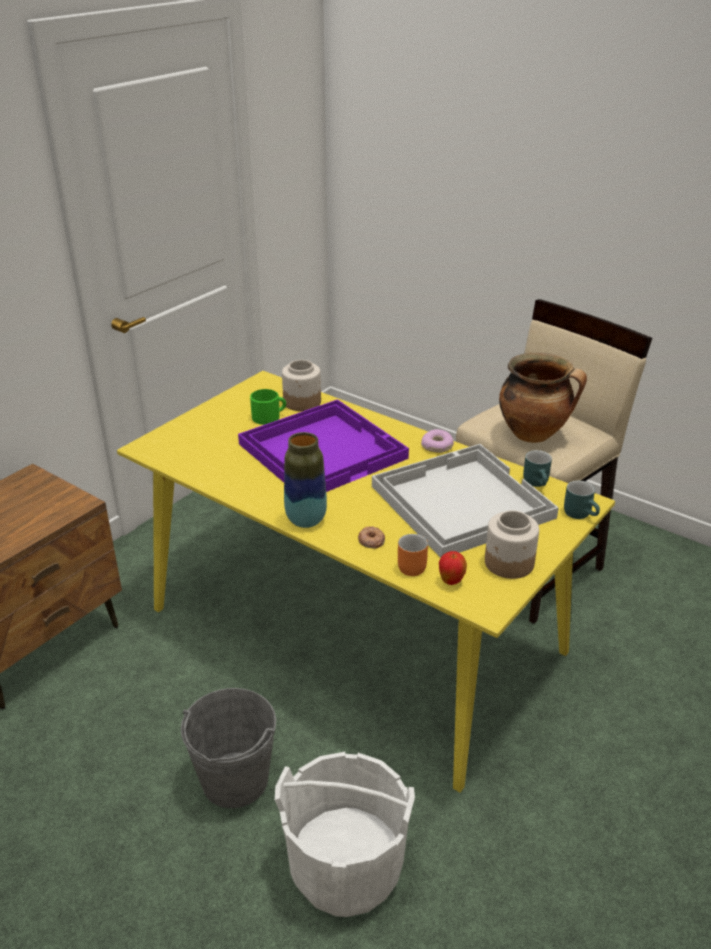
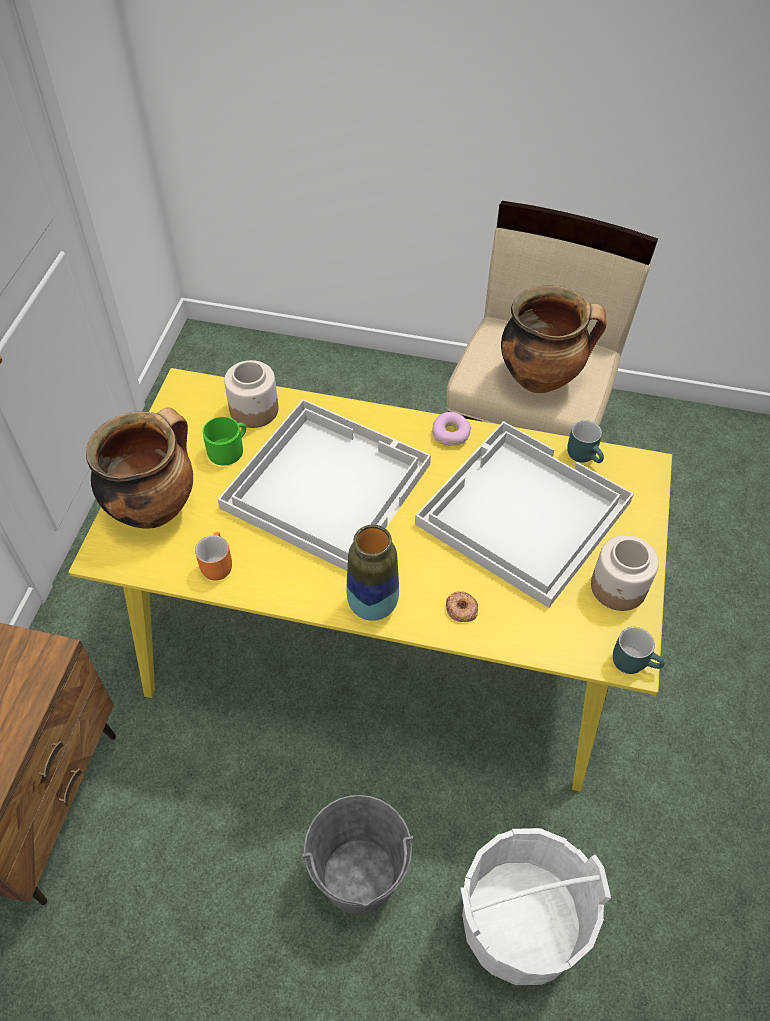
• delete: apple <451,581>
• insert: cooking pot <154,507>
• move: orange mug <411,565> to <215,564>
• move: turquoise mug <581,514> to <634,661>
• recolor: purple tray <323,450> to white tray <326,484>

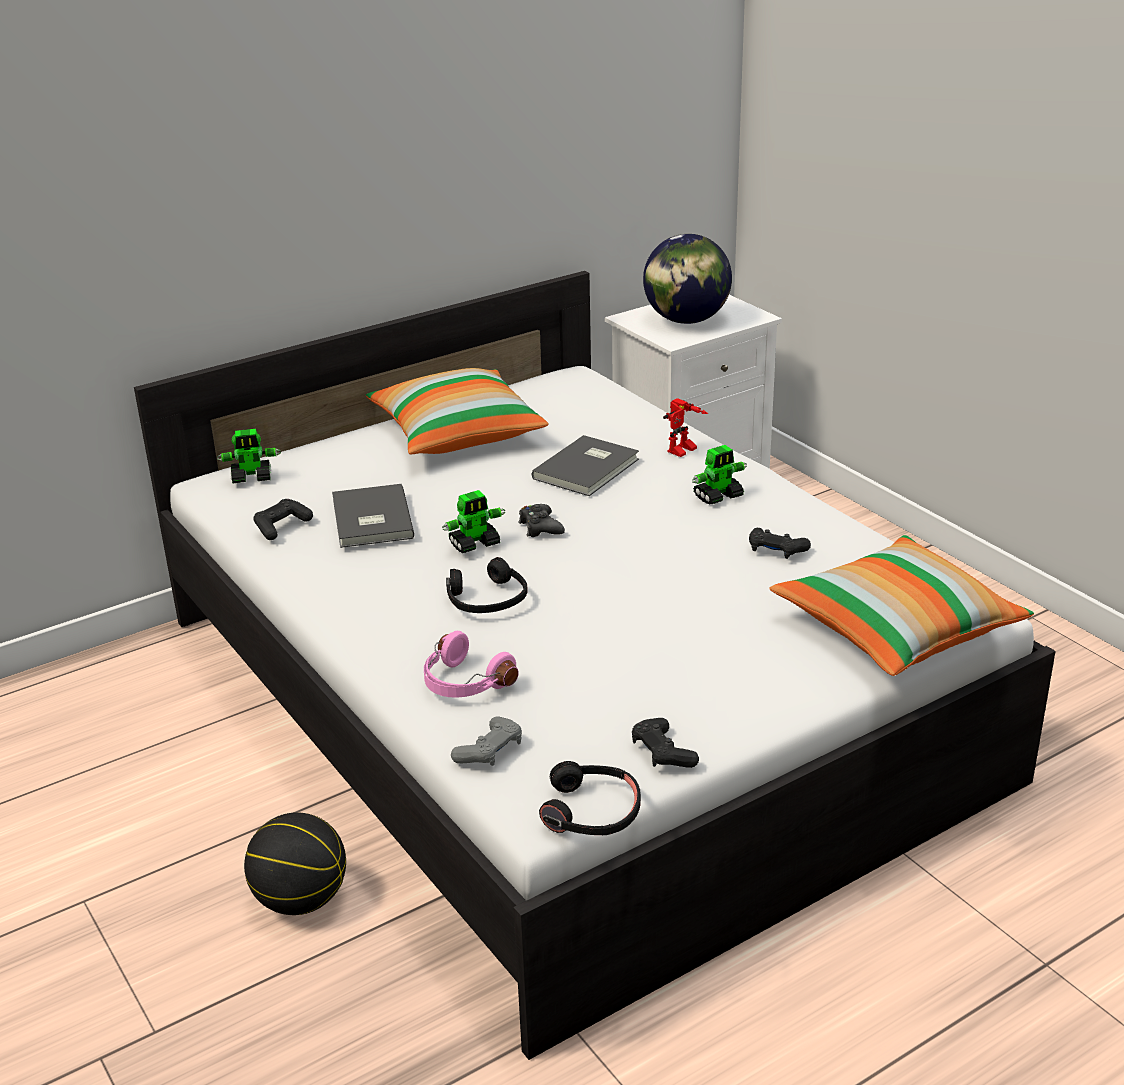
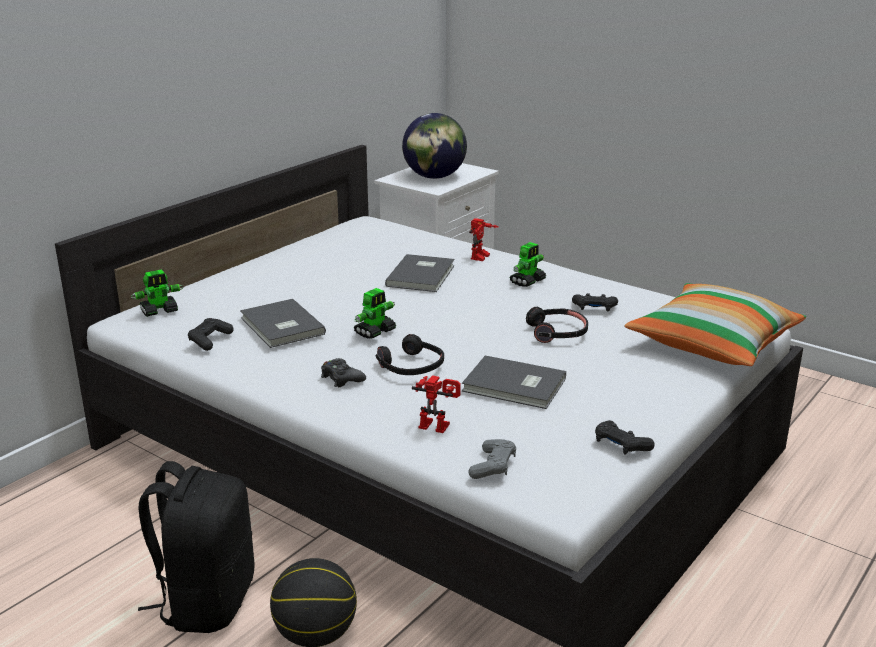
• delete: pillow <456,434>
• insert: black backpack <206,601>
• insert: grey book <515,386>
• move: black game controller <540,527> to <341,378>
• move: black headphones <592,812> to <557,332>
• replace: pink headphones <464,684> to toy robot <437,424>

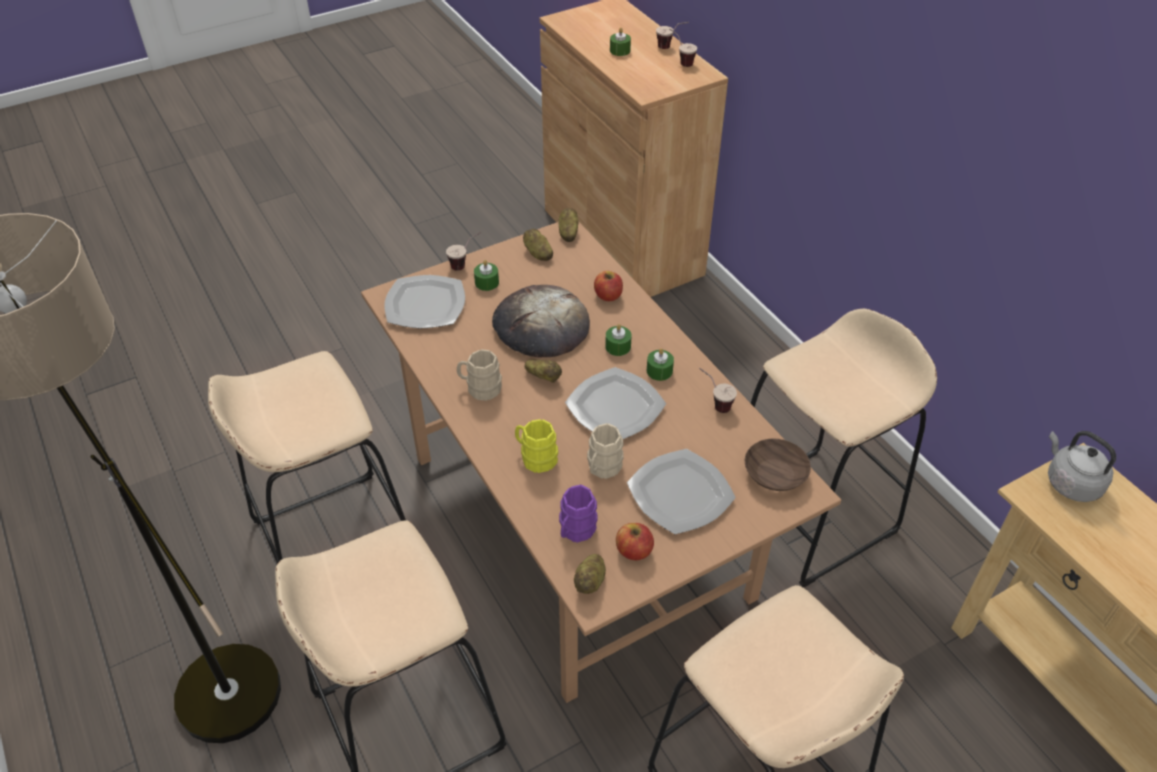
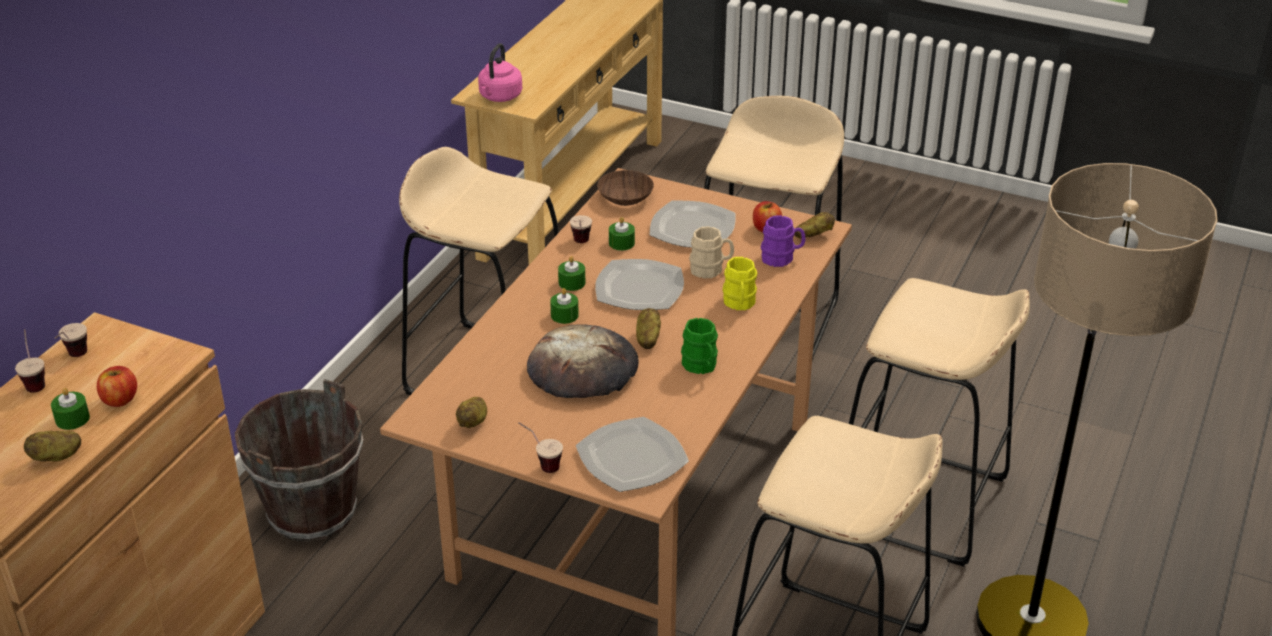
• insert: brown bucket <312,512>
• move: green candle <487,282> to <621,243>
• move: potato <568,233> to <56,457>
• move: apple <608,296> to <120,399>
• recolor: beige mug <480,388> to green mug <701,366>
• recolor: grey kettle <1070,482> to pink kettle <499,97>

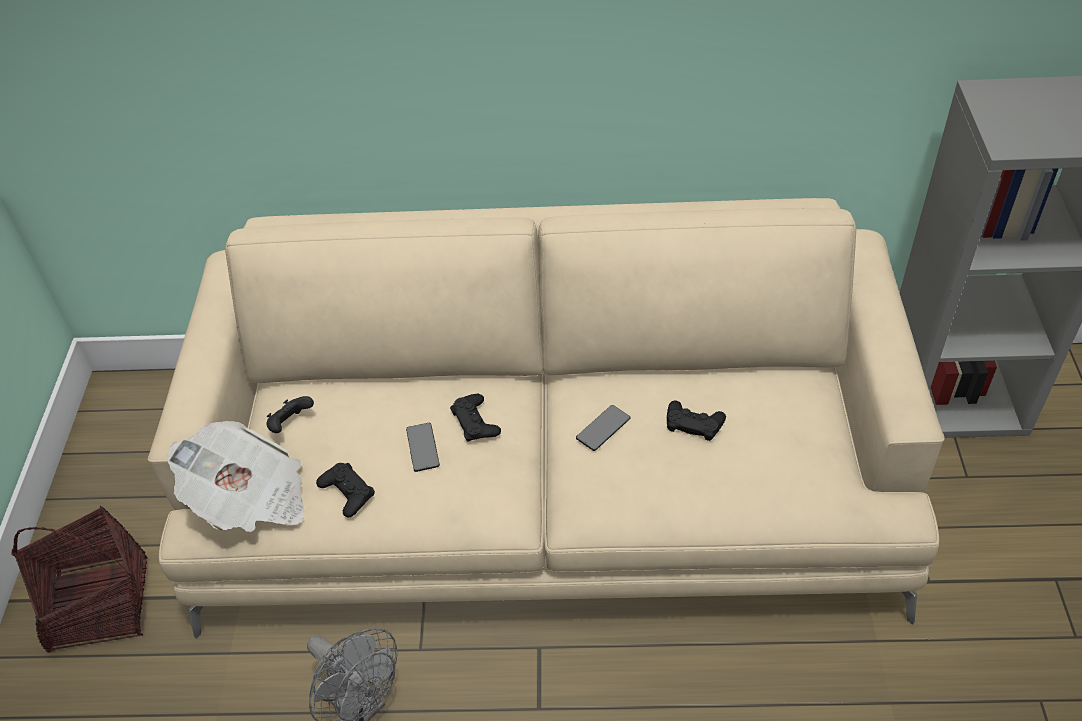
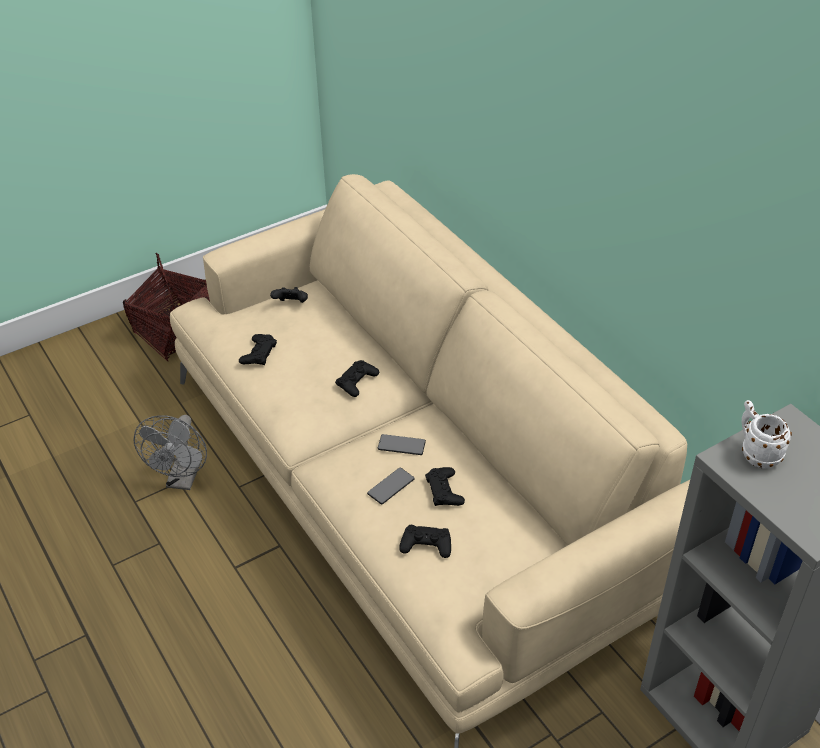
• delete: newspaper <250,499>
• insert: black game controller <426,545>
• insert: white mug <756,452>
• move: phone <422,447> to <391,486>

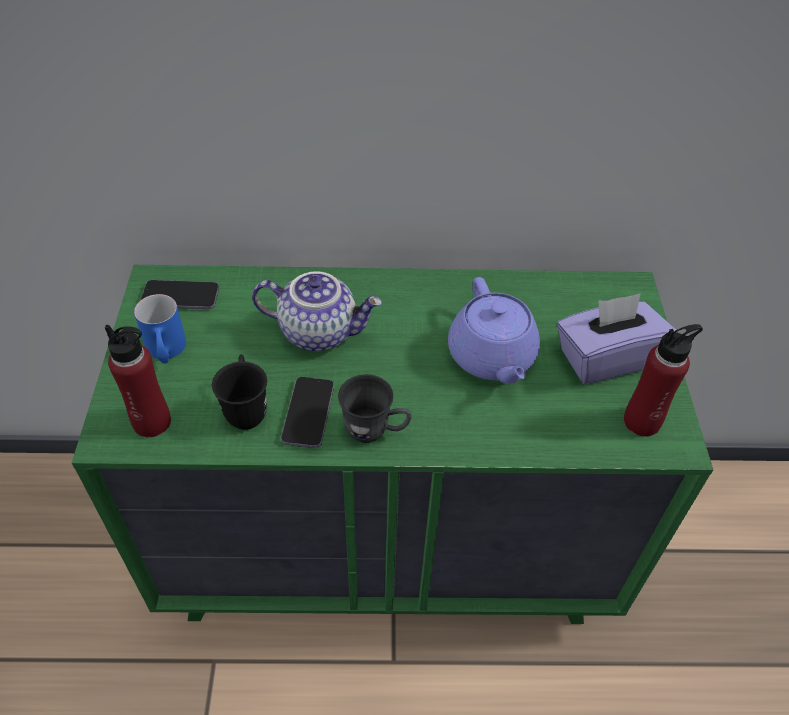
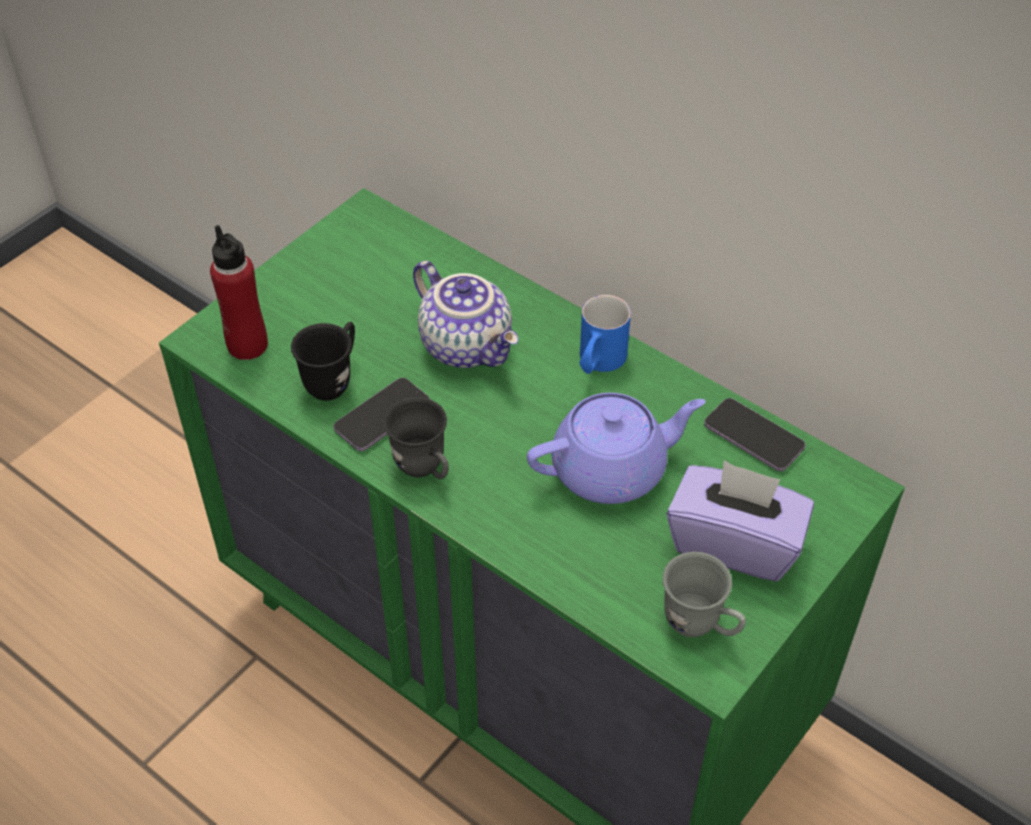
• move: blue mug <166,353> to <598,363>
• move: phone <180,297> to <753,437>
• replace: red bottle <642,421> to grey mug <700,626>
• rotate: purple teapot <492,357> = <611,469> 135 degrees counterclockwise

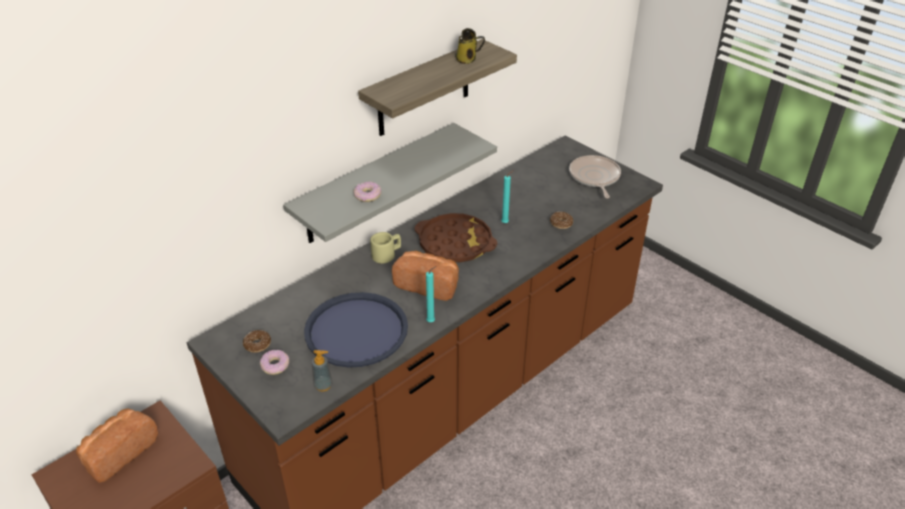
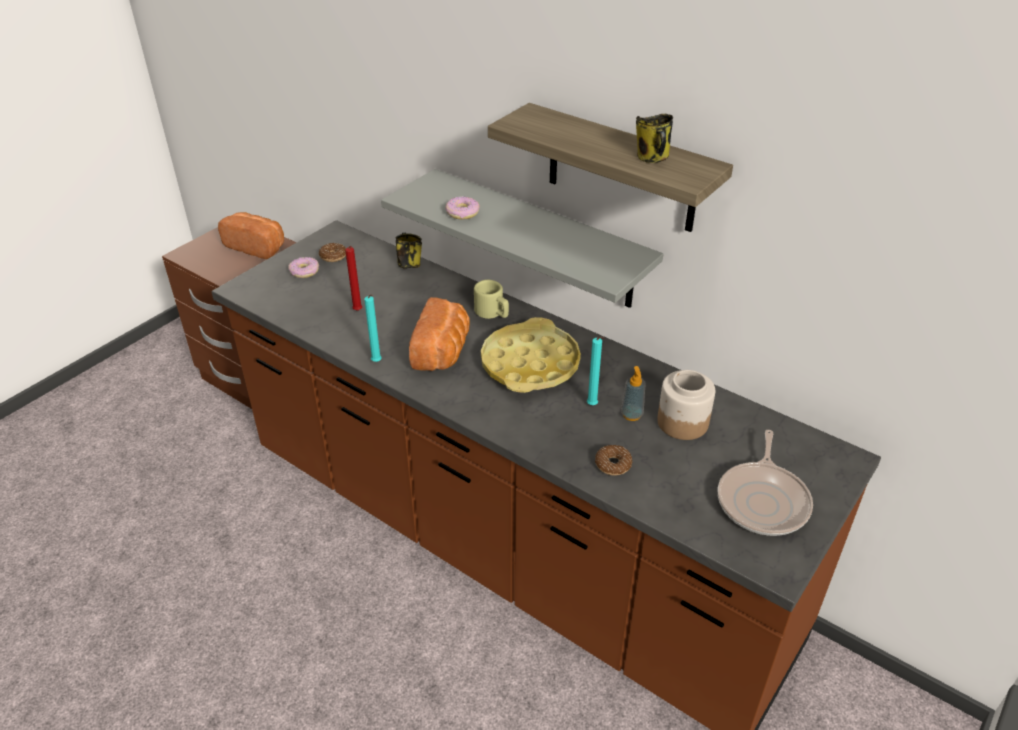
• insert: mug <408,264>
• insert: jar <682,422>
• move: soap dispenser <323,385> to <631,414>
• replace: blue tray <356,330> to red candle <358,311>
• recolor: brown tray <455,243> to yellow tray <530,364>
• rotate: frying pan <594,177> = <763,500> 120 degrees clockwise

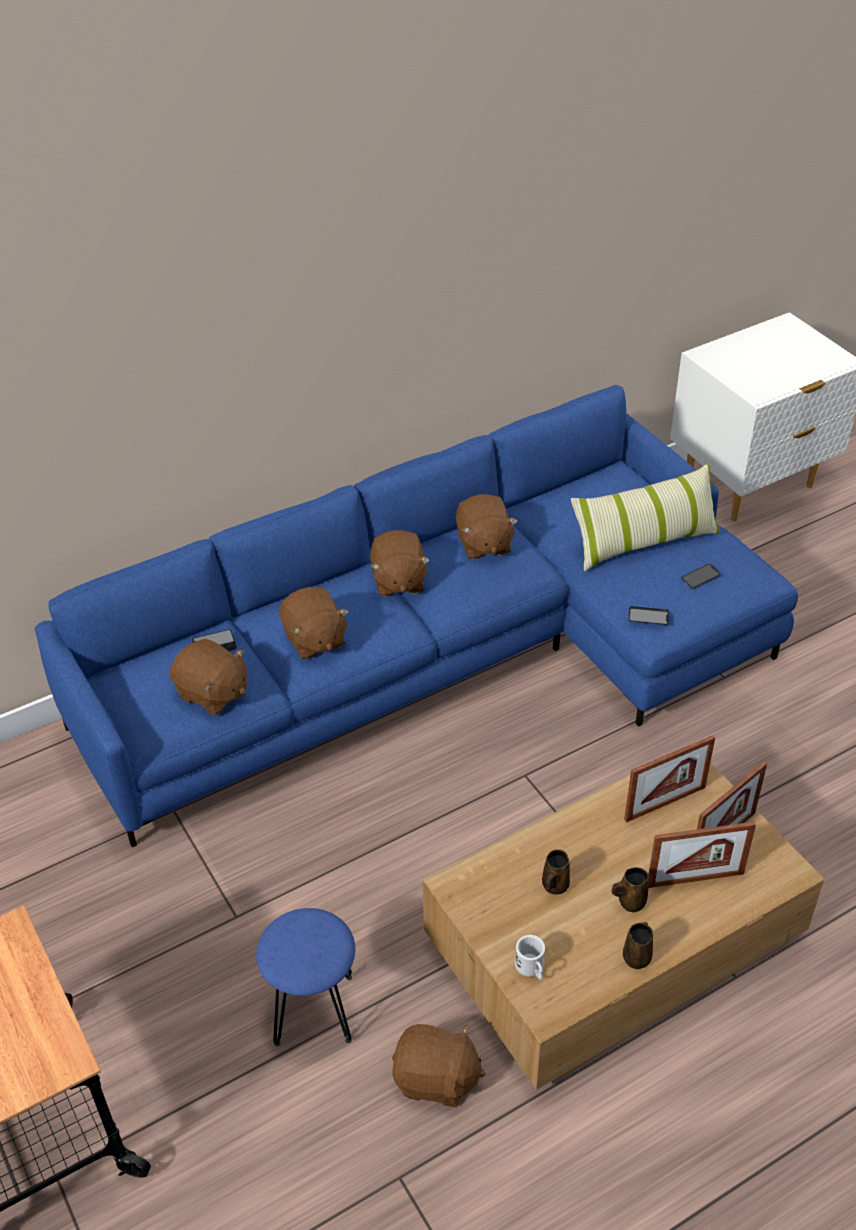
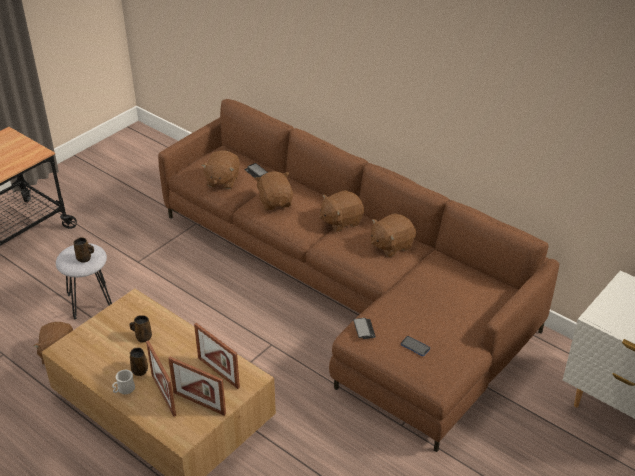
• delete: pillow <644,542>
• move: white mug <531,969> to <124,390>
• move: brown mug <637,956> to <85,258>
• recolor: blue sofa <443,658> to brown sofa <349,289>
• recolor: blue stool <312,1009> to grey stool <90,301>
• rotate: brown plush toy <314,639> = <275,202> 120 degrees clockwise

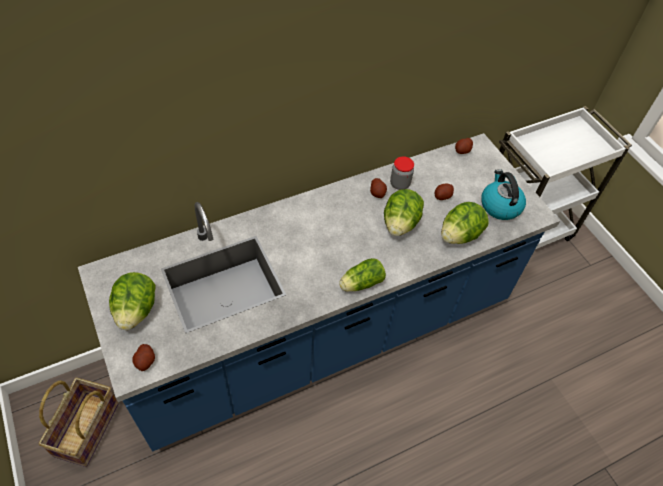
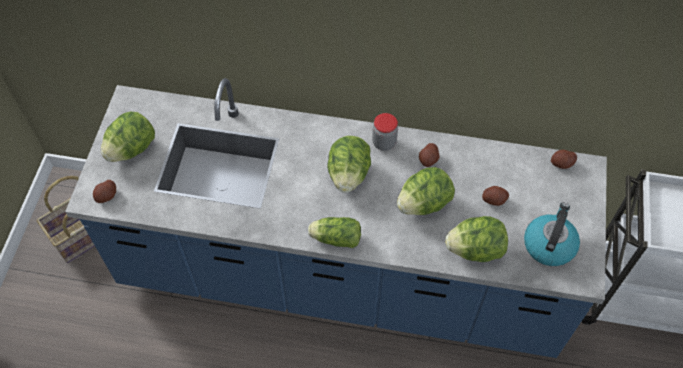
• insert: lettuce <348,174>
• move: jar <399,184> to <384,142>

